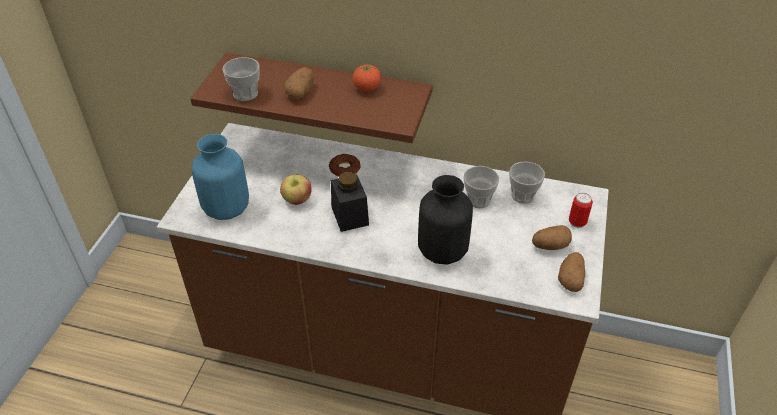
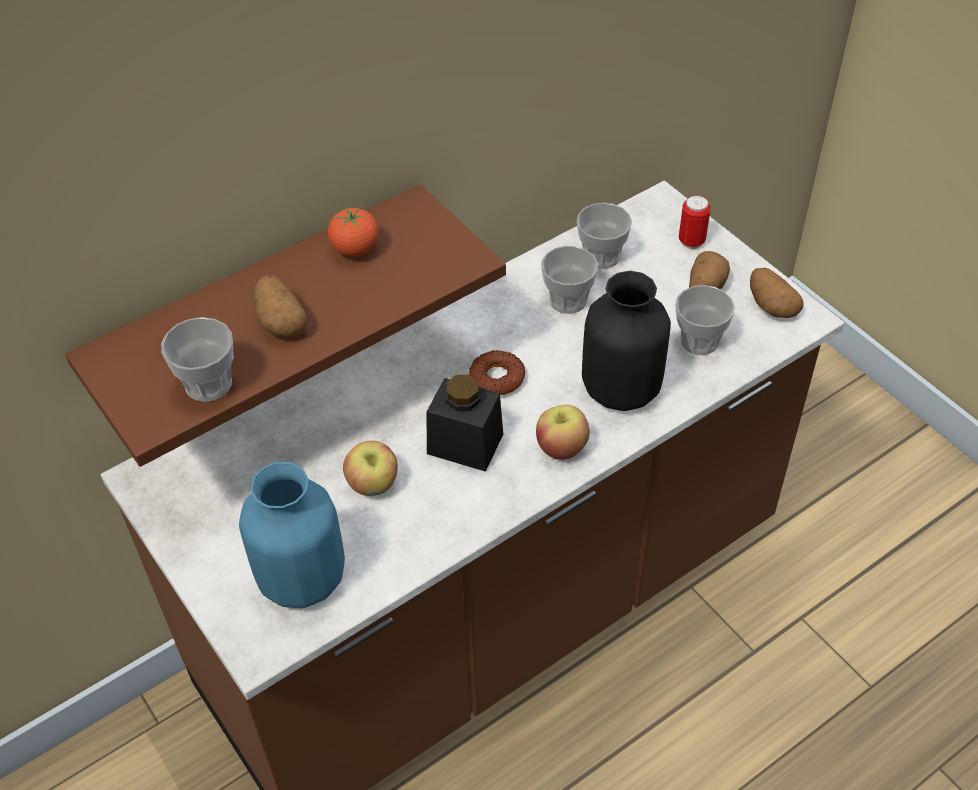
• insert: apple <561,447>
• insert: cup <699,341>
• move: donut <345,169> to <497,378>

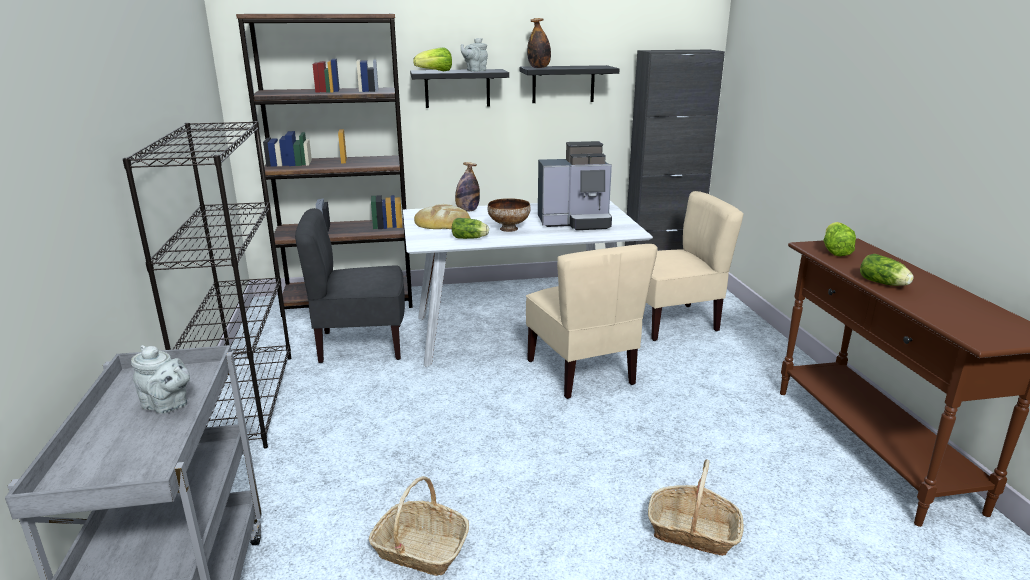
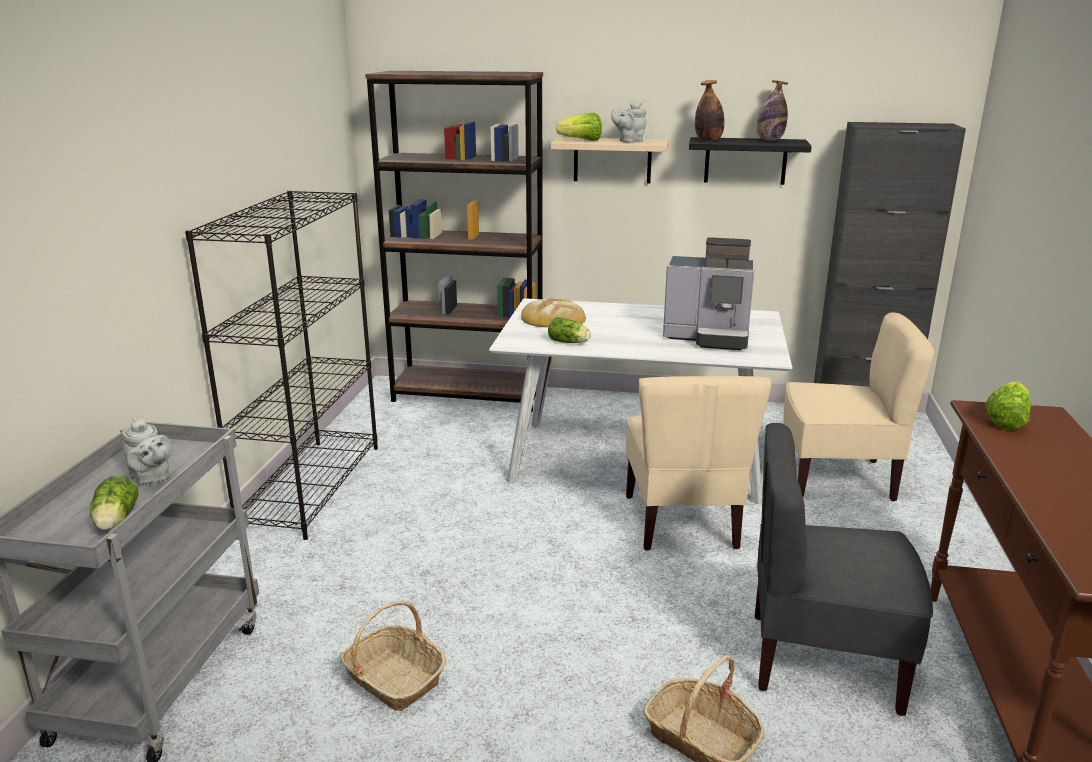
• delete: bowl <509,229>
• move: grey chair <361,345> to <822,659>
• move: bottle <467,210> to <769,140>
• move: lettuce <884,284> to <115,521>
• recolor: black shelf <457,88> to beige shelf <612,160>

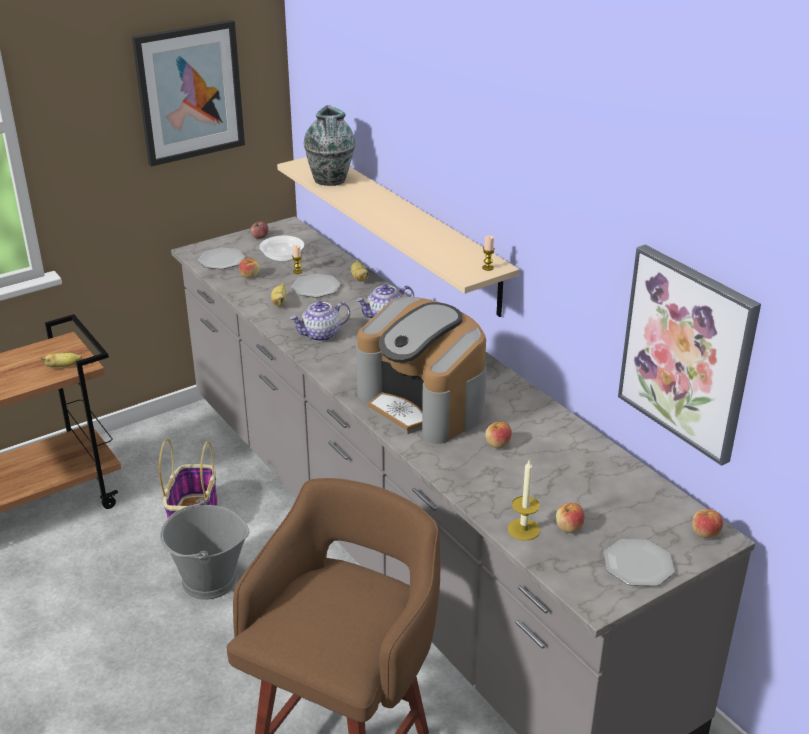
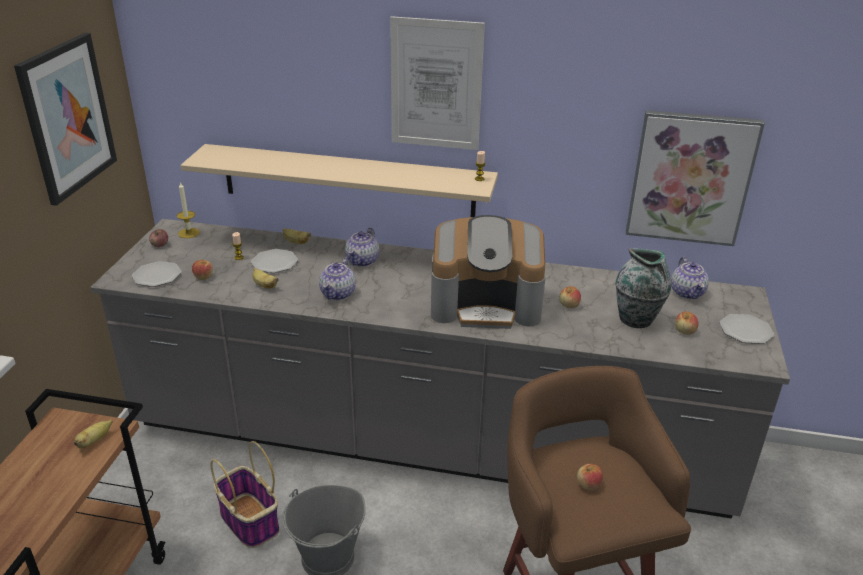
• delete: bowl <282,258>
• insert: picture <436,84>
• insert: teapot <687,293>
• move: vase <330,180> to <637,320>
• move: candle <523,529> to <189,233>
• move: apple <705,533> to <588,485>

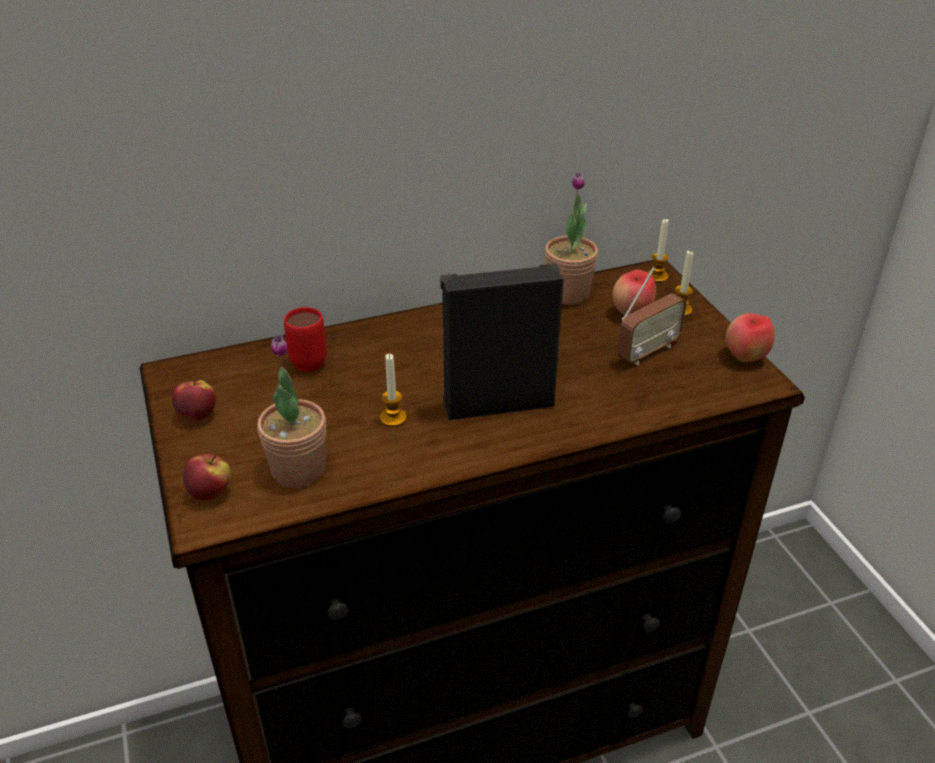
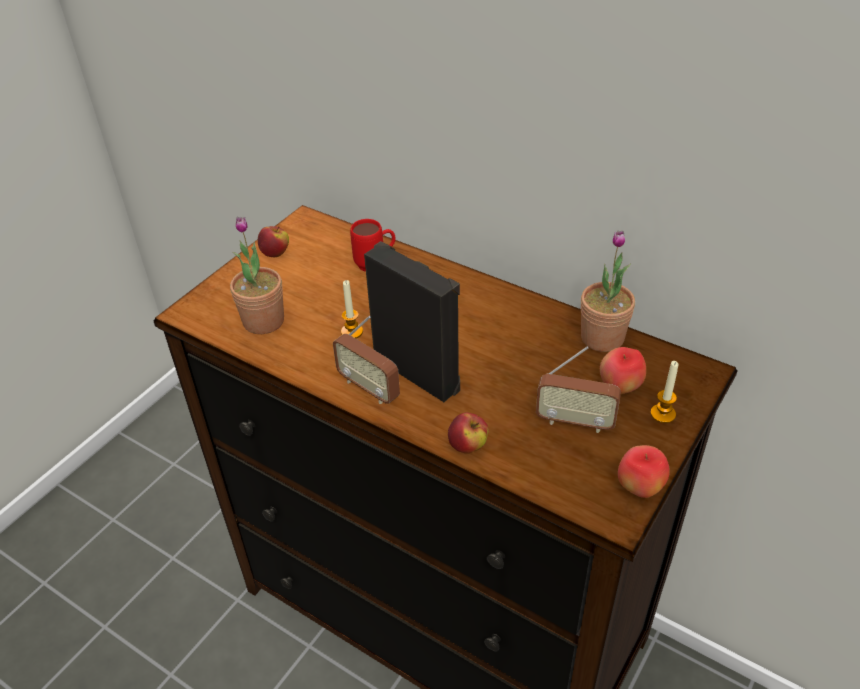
• delete: candle <657,276>
• insert: radio <369,388>
• move: apple <211,493> to <468,446>

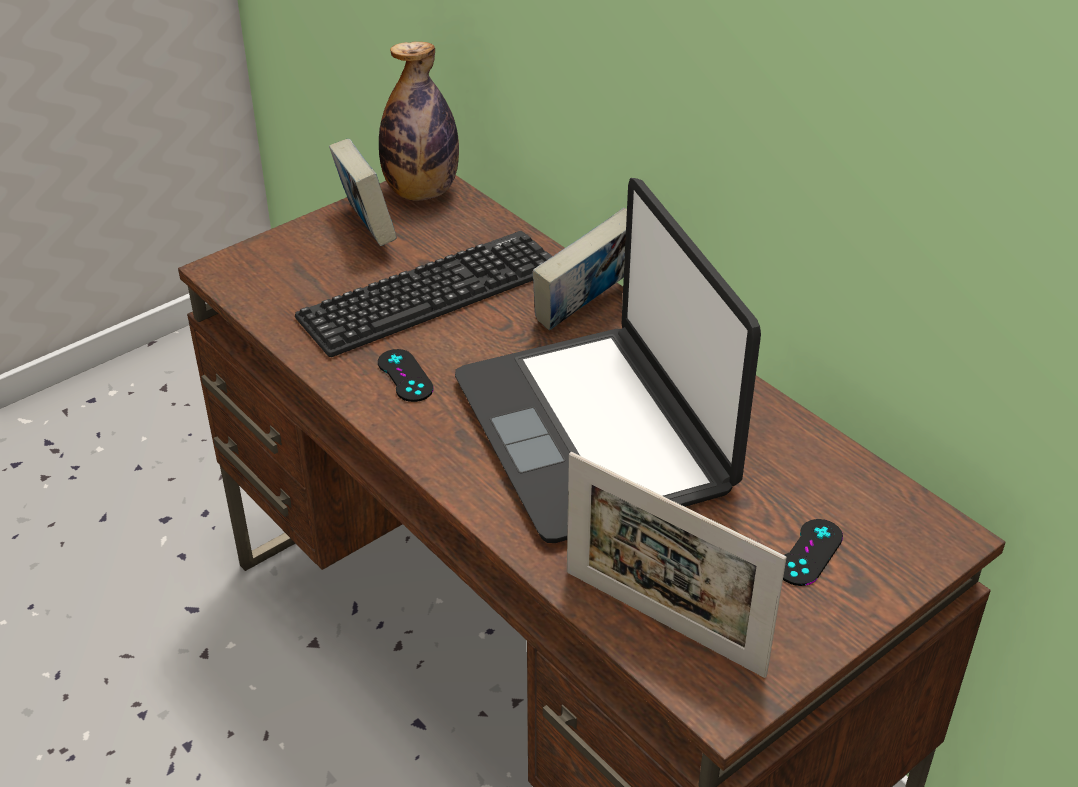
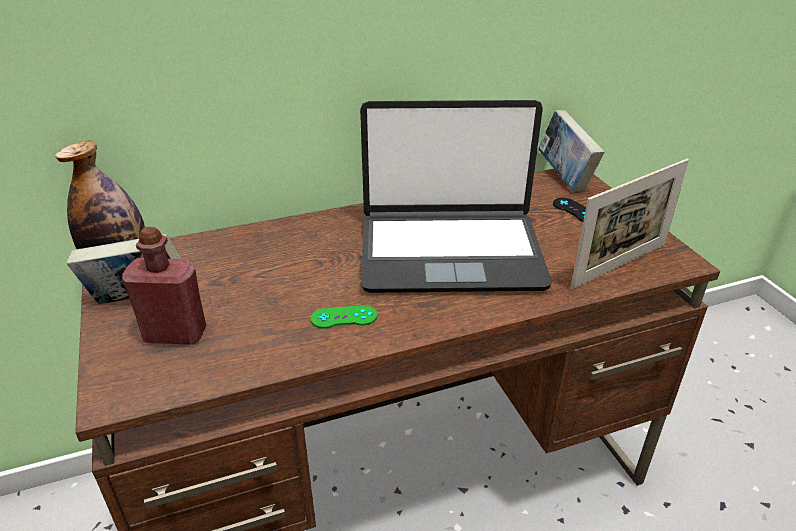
• delete: keyboard <431,294>
• insert: red bottle <175,334>
• move: book <586,309> to <564,178>
• recolor: black game controller <405,376> to green game controller <344,317>

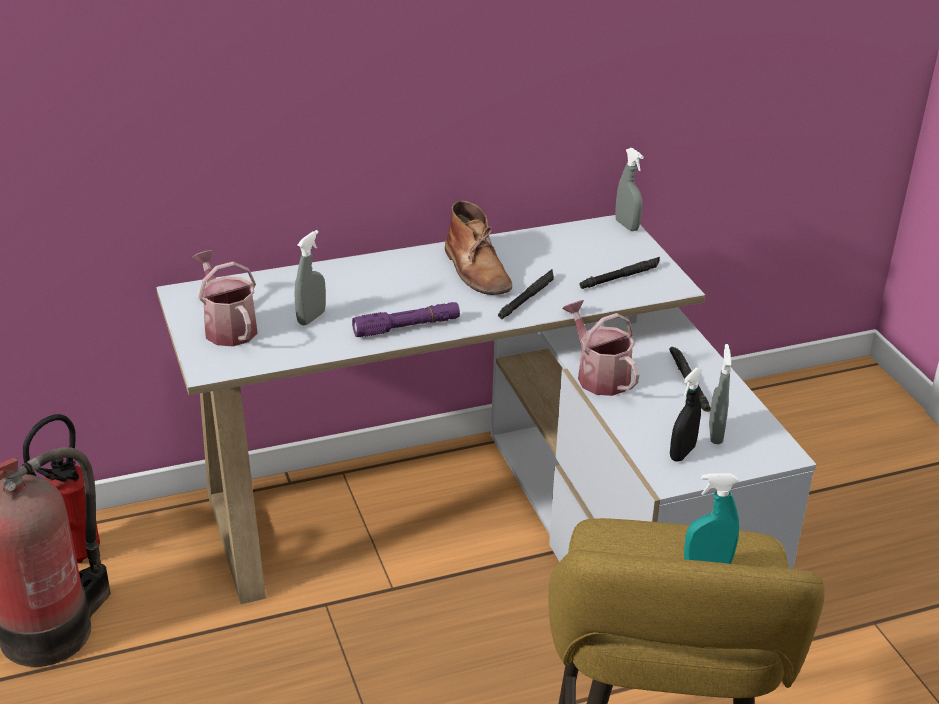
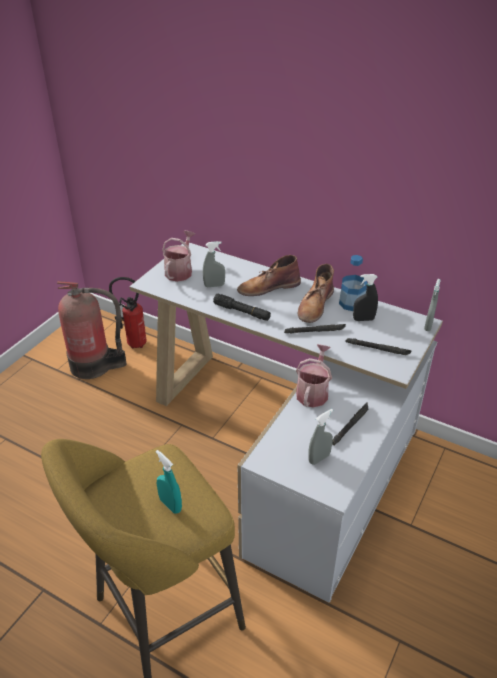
• insert: brown boot <268,287>
• insert: bottle <351,303>
• move: black spray bottle <682,453> to <363,319>
• recolor: purple flashlight <407,327> to black flashlight <242,312>

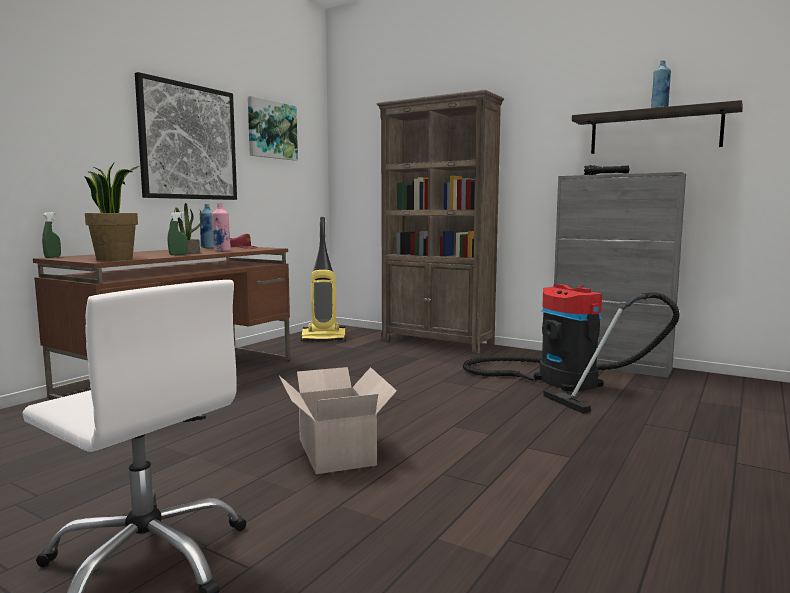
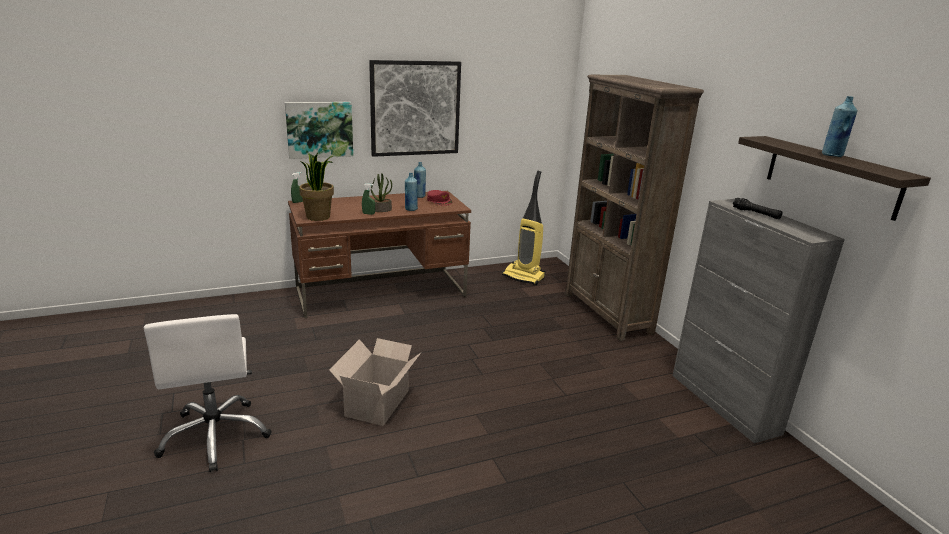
• delete: vacuum cleaner <560,381>
• move: picture <271,130> to <319,129>
• recolor: pink bottle <222,251> to blue bottle <411,209>

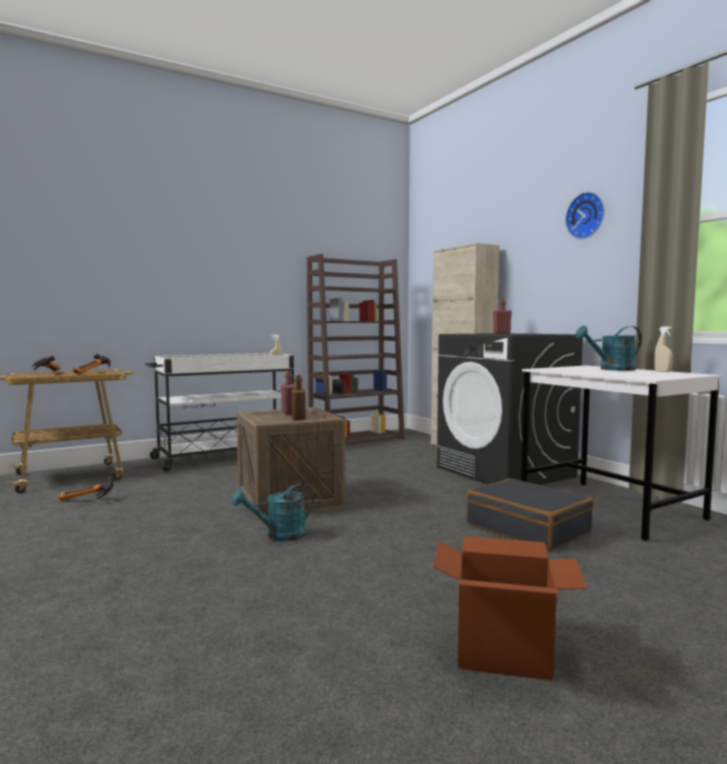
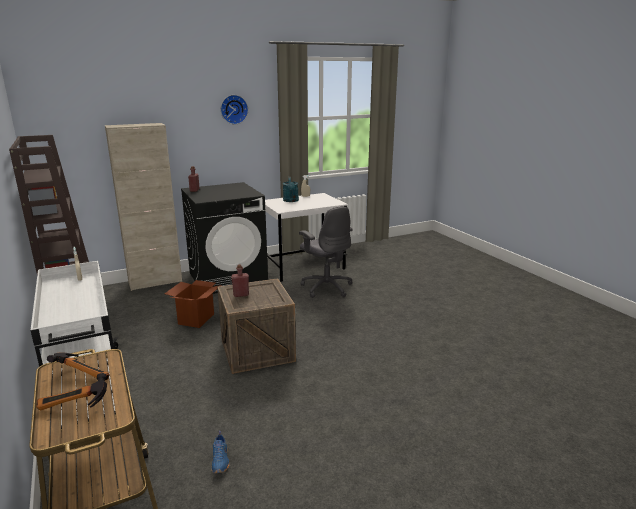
• delete: turquoise watering can <279,535>
• delete: brown bottle <298,418>
• move: cardboard box <504,653> to <196,319>
• replace: hammer <85,501> to blue shoe <221,460>
• replace: black suitcase <528,528> to grey office chair <326,287>

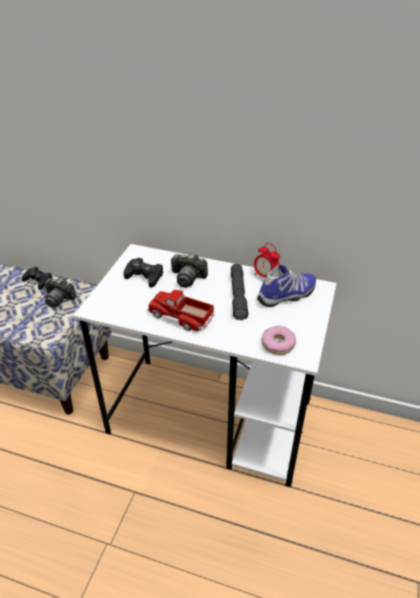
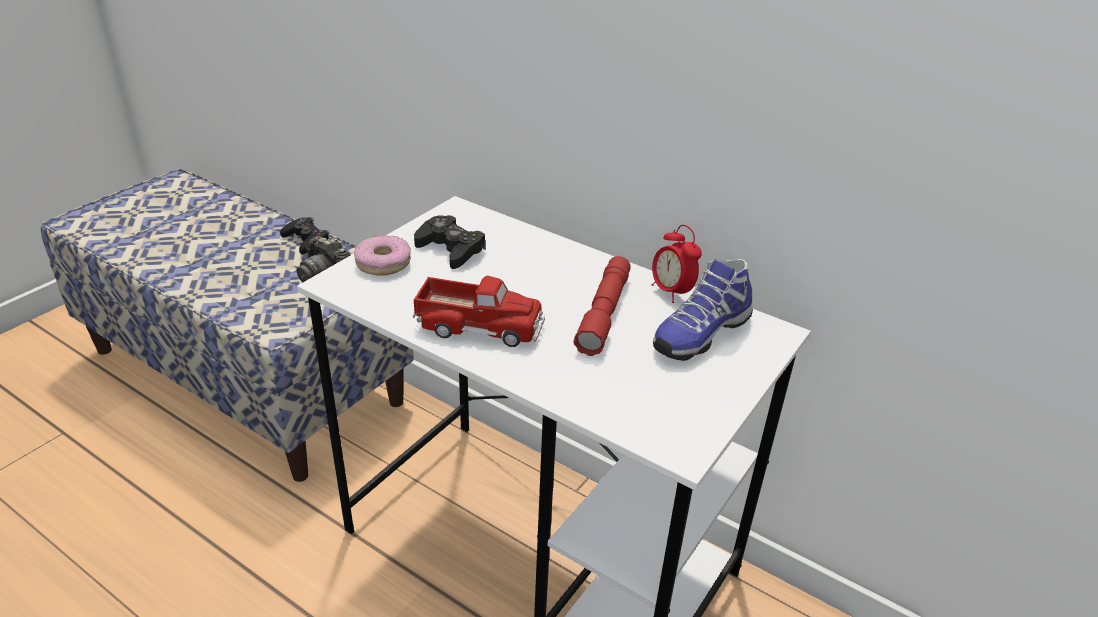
• delete: photo camera <188,278>
• move: donut <277,344> to <383,263>
• recolor: grey flashlight <238,295> to red flashlight <604,313>
• rotate: toy truck <180,316> = <479,325> 150 degrees clockwise
• rotate: shoe <287,296> = <699,333> 150 degrees clockwise

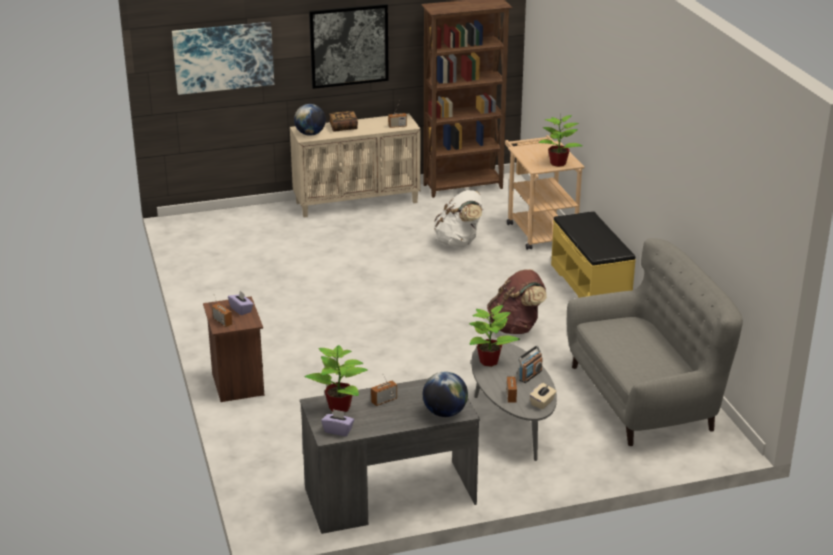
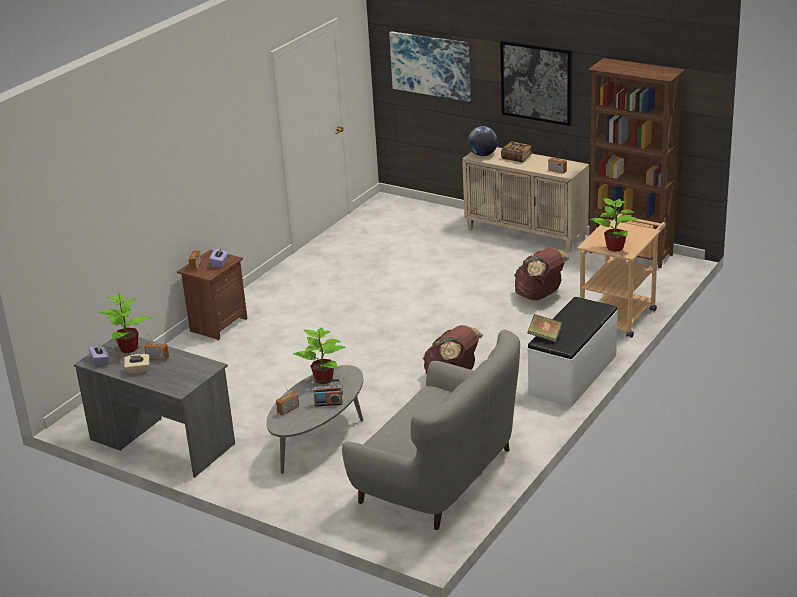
• delete: globe <445,413>
• insert: book <545,336>
• move: beige tissue box <542,403> to <138,370>
• recolor: white backpack <459,242> to brown backpack <540,296>
• recolor: yellow bench <590,284> to white bench <573,375>

